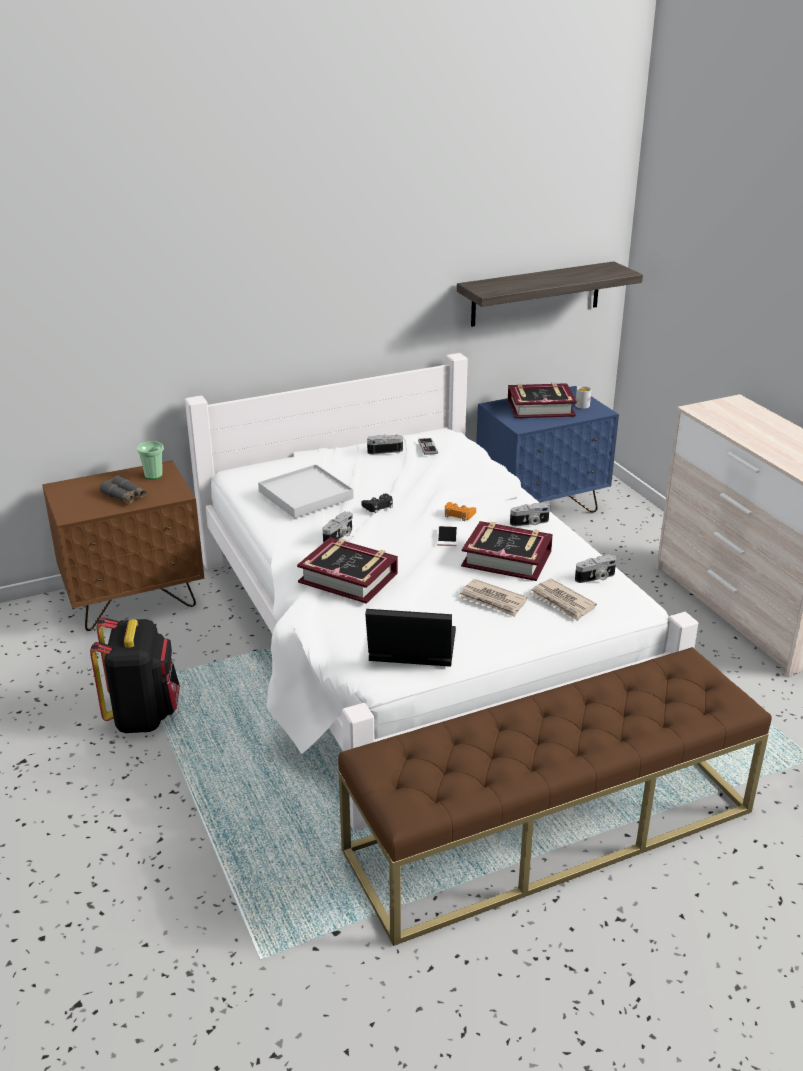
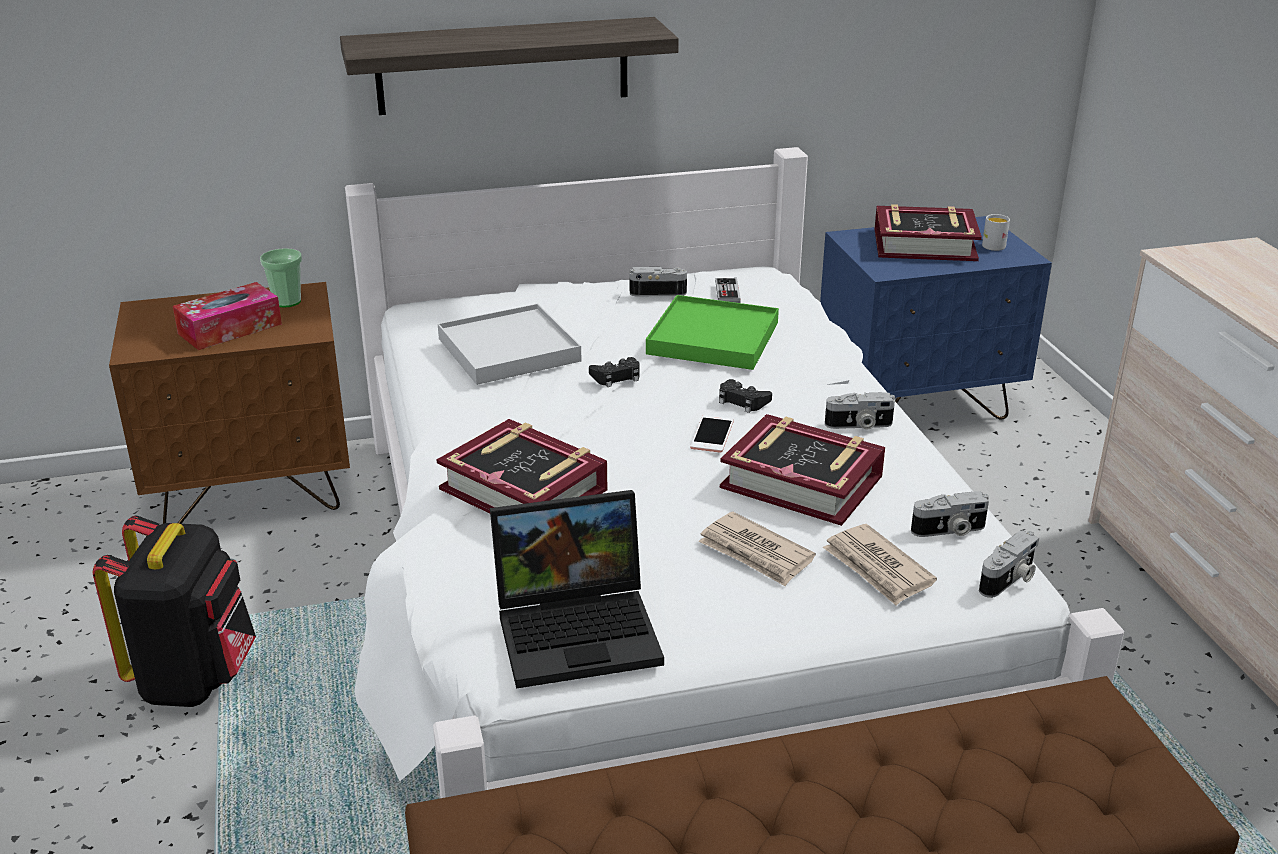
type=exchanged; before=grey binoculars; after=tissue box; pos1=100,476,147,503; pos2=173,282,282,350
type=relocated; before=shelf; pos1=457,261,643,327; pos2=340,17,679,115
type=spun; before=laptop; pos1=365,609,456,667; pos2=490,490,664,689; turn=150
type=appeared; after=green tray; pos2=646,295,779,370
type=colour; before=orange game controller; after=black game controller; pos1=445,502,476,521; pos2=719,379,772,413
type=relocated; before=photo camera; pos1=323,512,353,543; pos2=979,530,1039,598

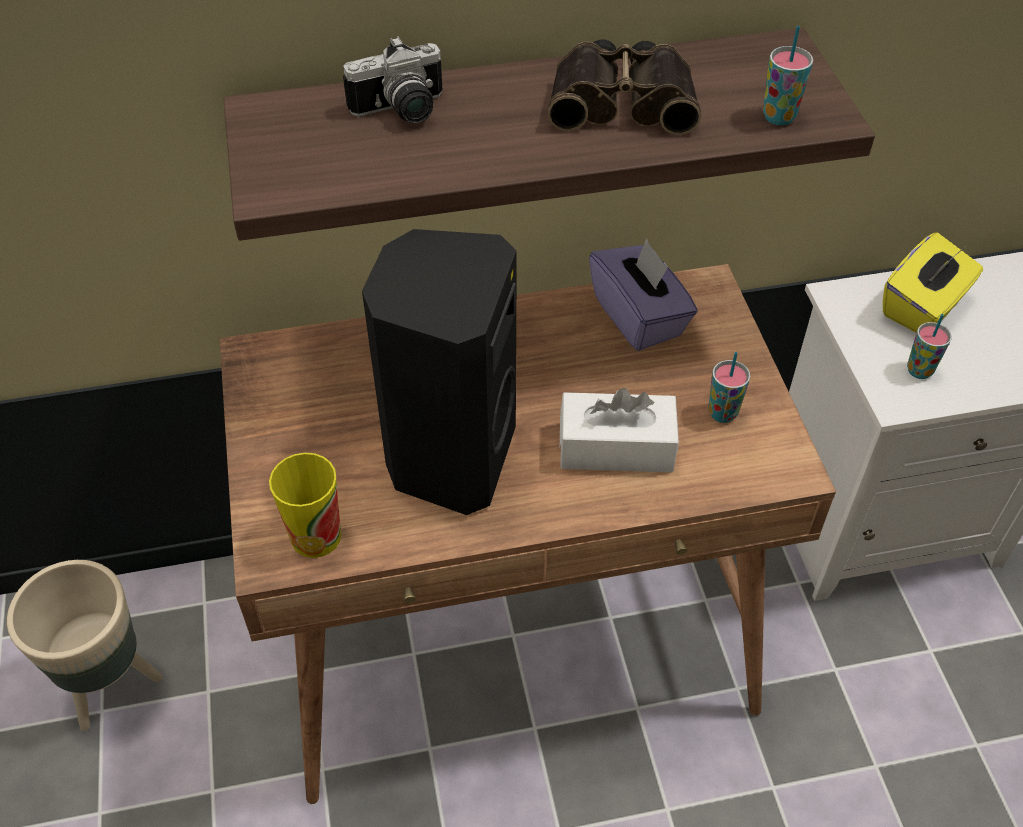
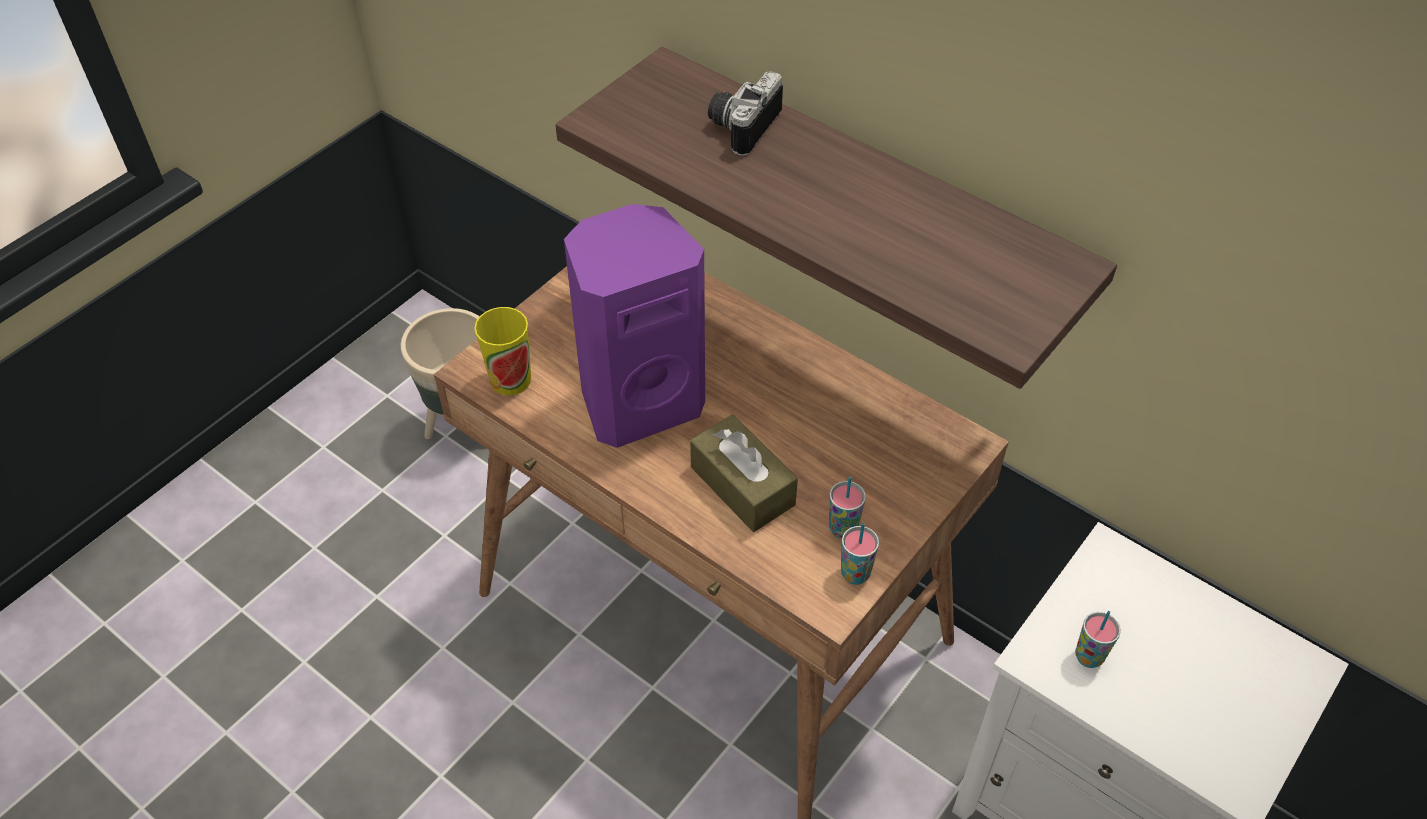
type=colour; before=black speaker; after=purple speaker; pos1=362,229,517,515; pos2=564,204,705,448
type=colour; before=white tissue box; after=brown tissue box; pos1=560,388,679,472; pos2=690,415,798,532
type=spun; before=photo camera; pos1=343,36,442,123; pos2=708,71,783,156; turn=90
type=relocated; before=cup; pos1=763,26,813,125; pos2=841,523,879,585
type=missing; before=binoculars; pos1=548,39,701,135
type=missing; before=purple tissue box; pos1=589,238,698,351
type=missing; before=yellow tissue box; pos1=883,232,983,333

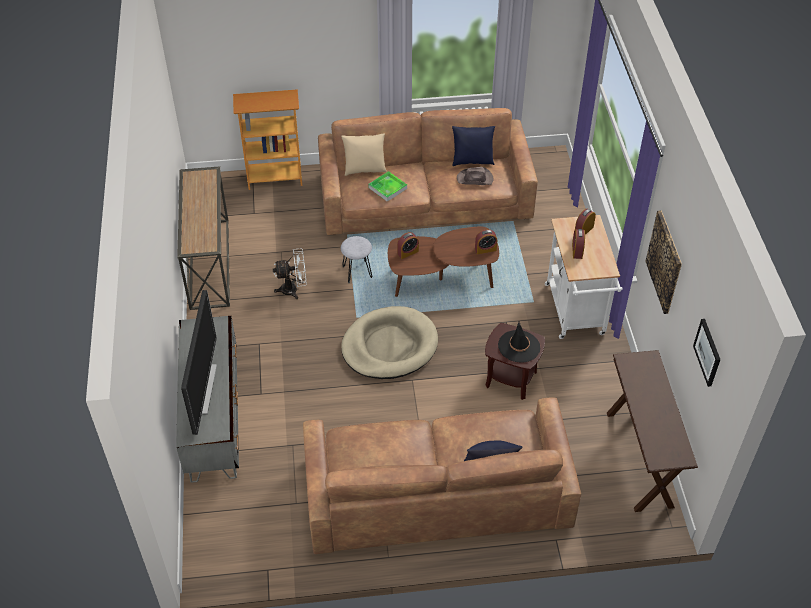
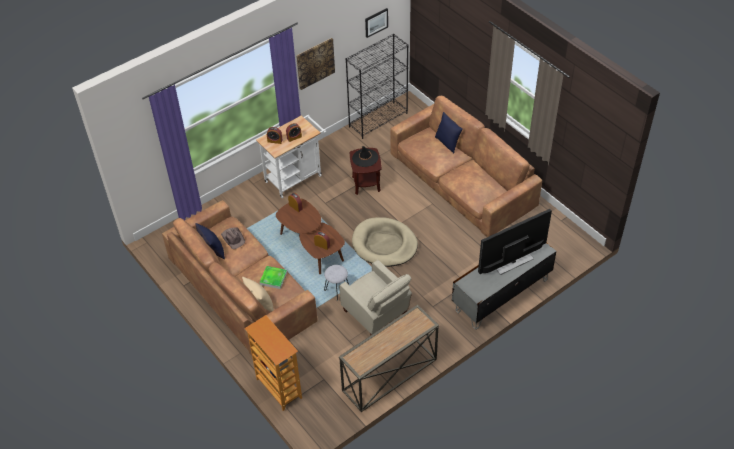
type=exchanged; before=white fan; after=beige armchair; pos1=273,249,307,299; pos2=339,260,412,335
type=exchanged; before=brown console table; after=black bookcase; pos1=607,350,698,512; pos2=345,34,408,139

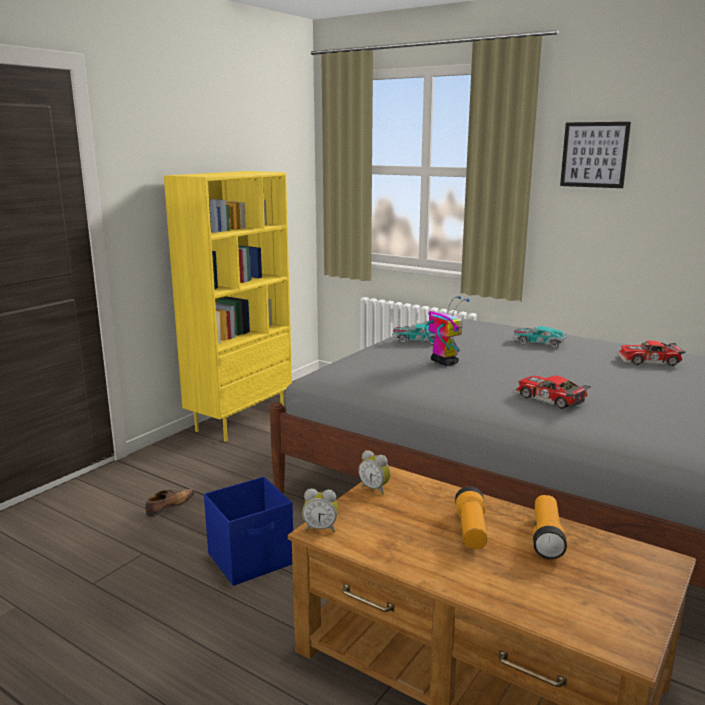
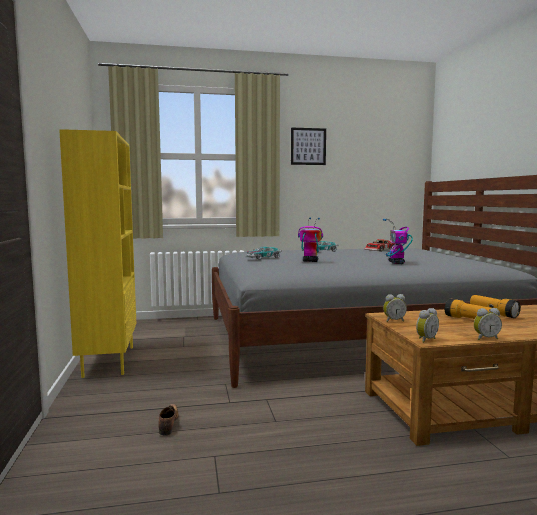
type=exchanged; before=toy car; after=toy robot; pos1=513,375,591,409; pos2=383,219,413,264
type=appeared; after=alarm clock; pos2=474,308,502,340
type=missing; before=blue storage box; pos1=204,477,293,586

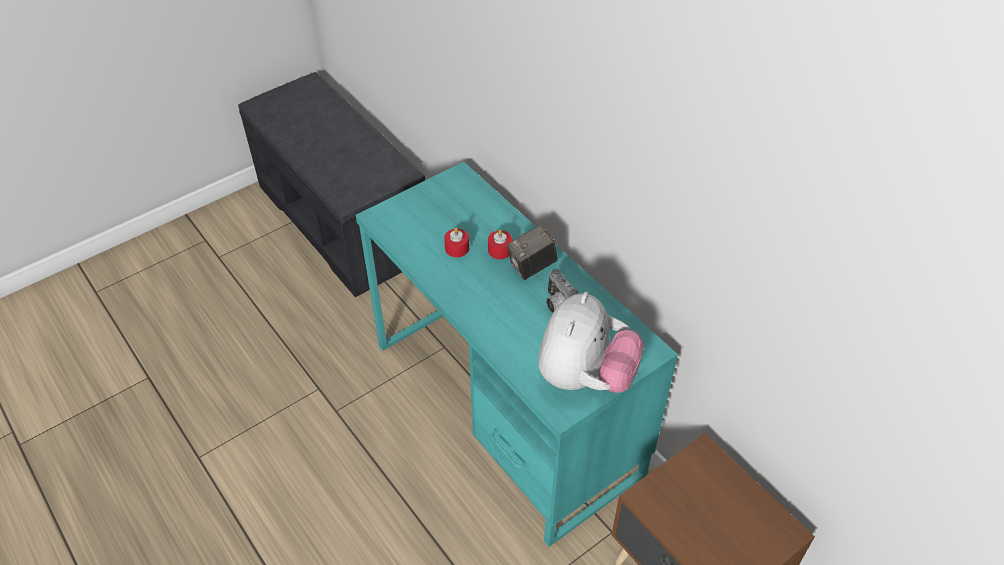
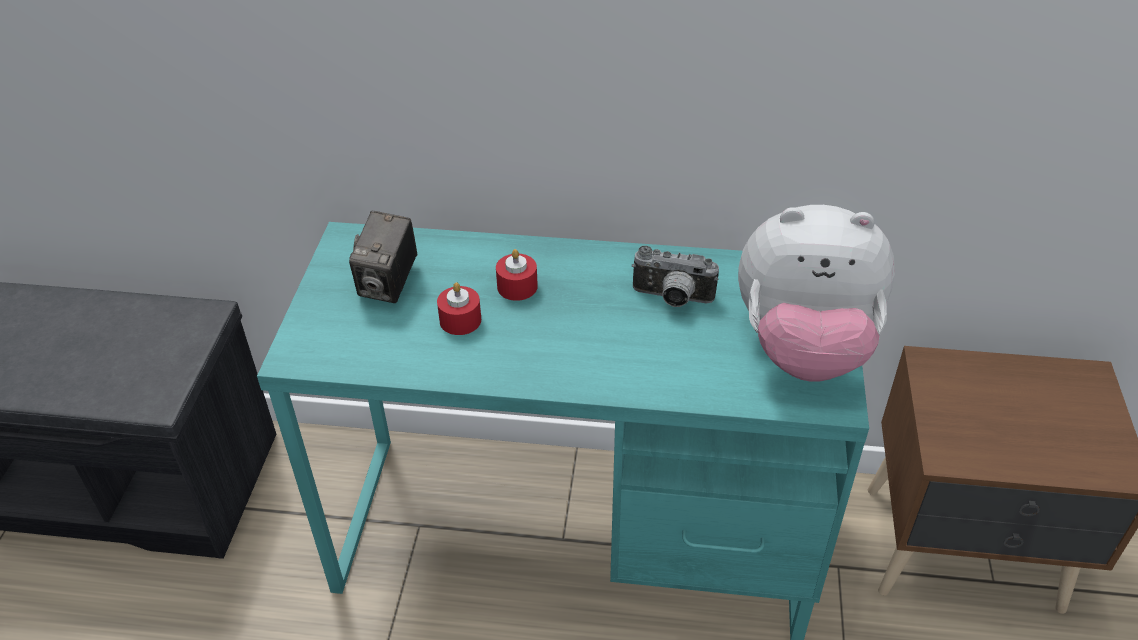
type=relocated; before=photo camera; pos1=507,225,558,280; pos2=349,211,417,303
type=spun; before=plush toy; pos1=538,292,644,393; pos2=738,205,895,382; turn=120

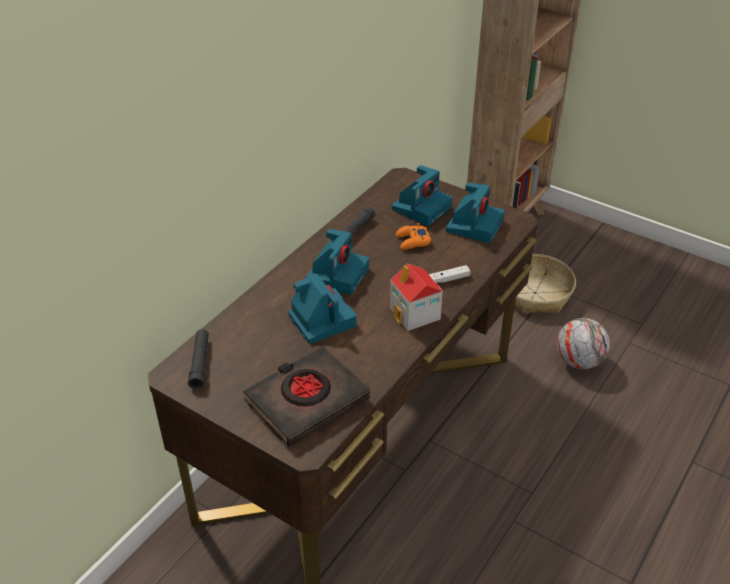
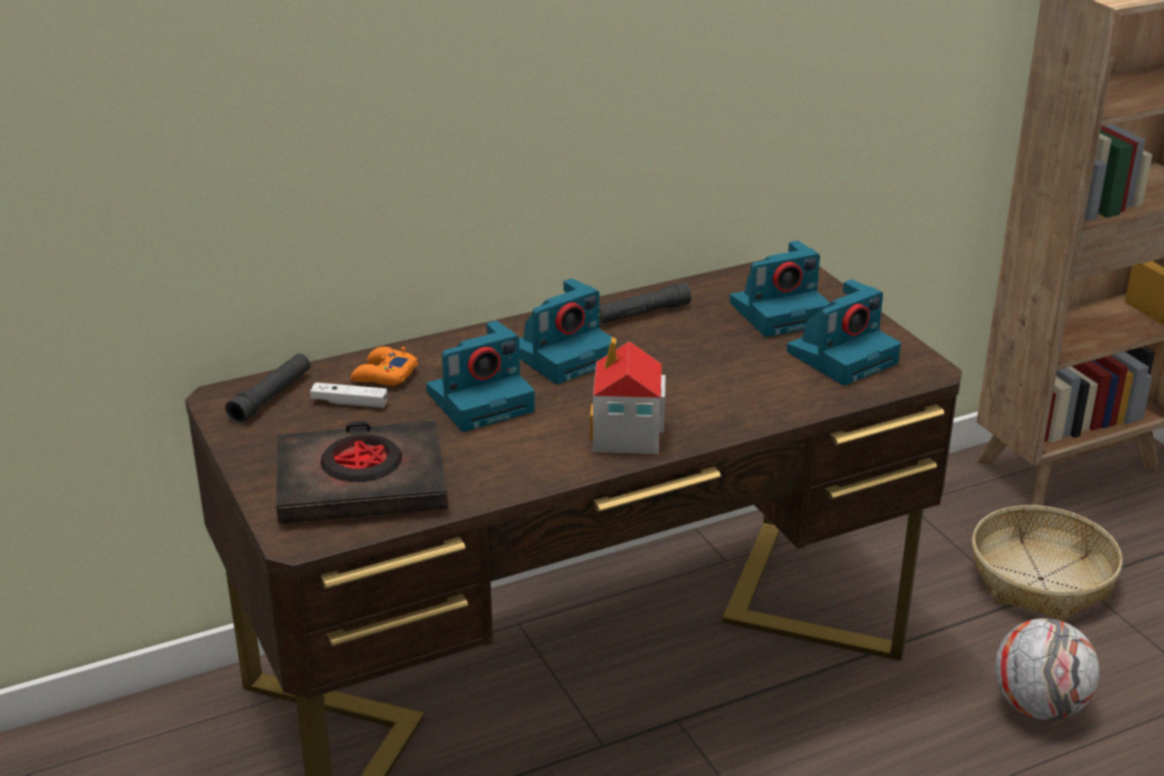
type=relocated; before=white game controller; pos1=428,265,471,283; pos2=310,382,387,408
type=relocated; before=orange game controller; pos1=396,223,431,250; pos2=351,347,418,386
type=spun; before=photo camera; pos1=289,274,357,344; pos2=426,320,535,432; turn=60

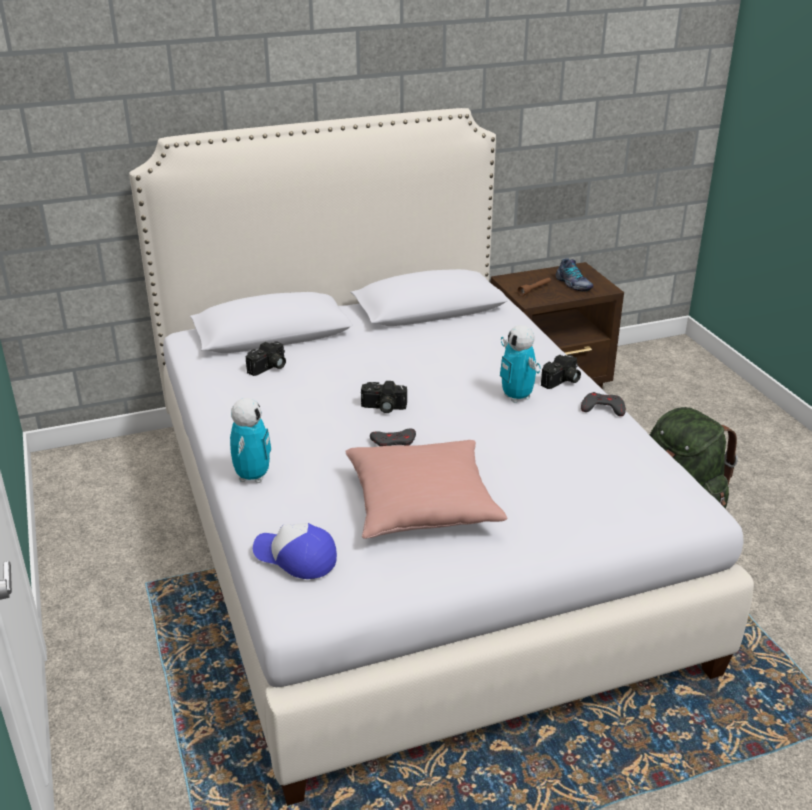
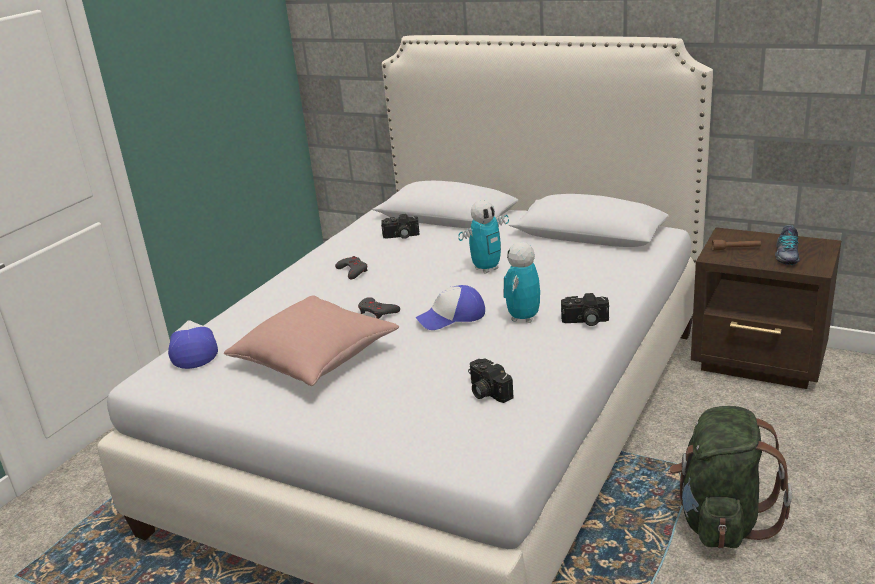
type=relocated; before=grey game controller; pos1=581,392,626,416; pos2=335,256,368,279
type=appeared; after=cap; pos2=416,285,485,330
type=relocated; before=toy robot; pos1=230,398,271,483; pos2=459,200,509,274
type=relocated; before=photo camera; pos1=361,381,407,413; pos2=468,359,514,403

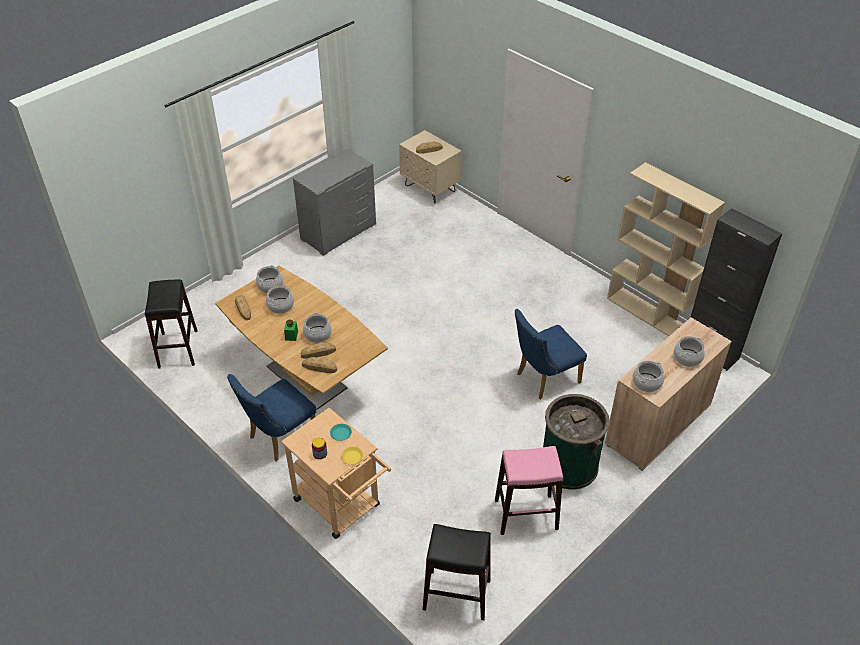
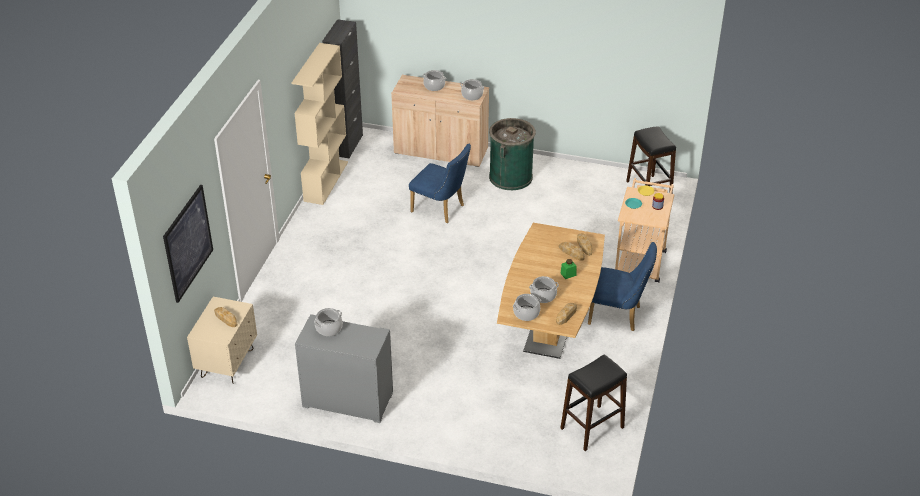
type=appeared; after=picture; pos2=163,185,213,303
type=relocated; before=cooking pot; pos1=303,313,332,343; pos2=314,308,343,336
type=missing; before=pink stool; pos1=495,446,563,535

